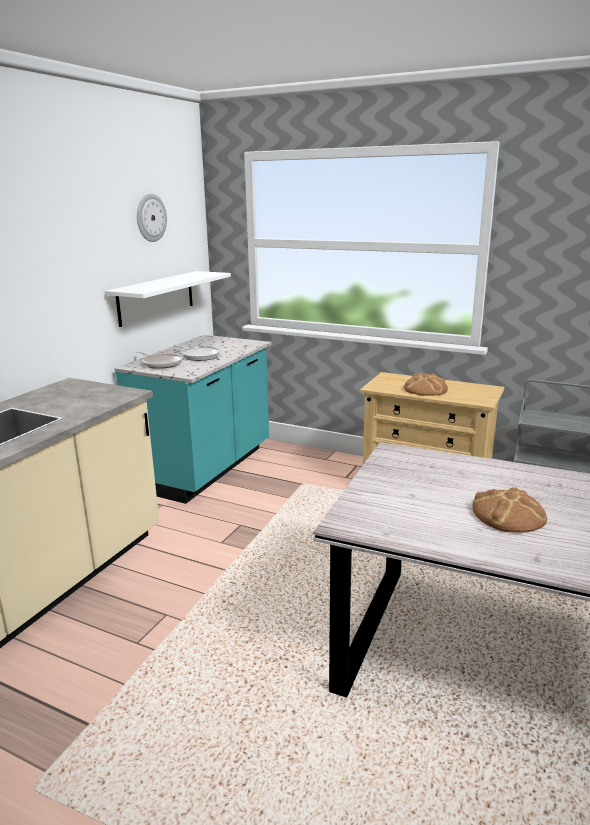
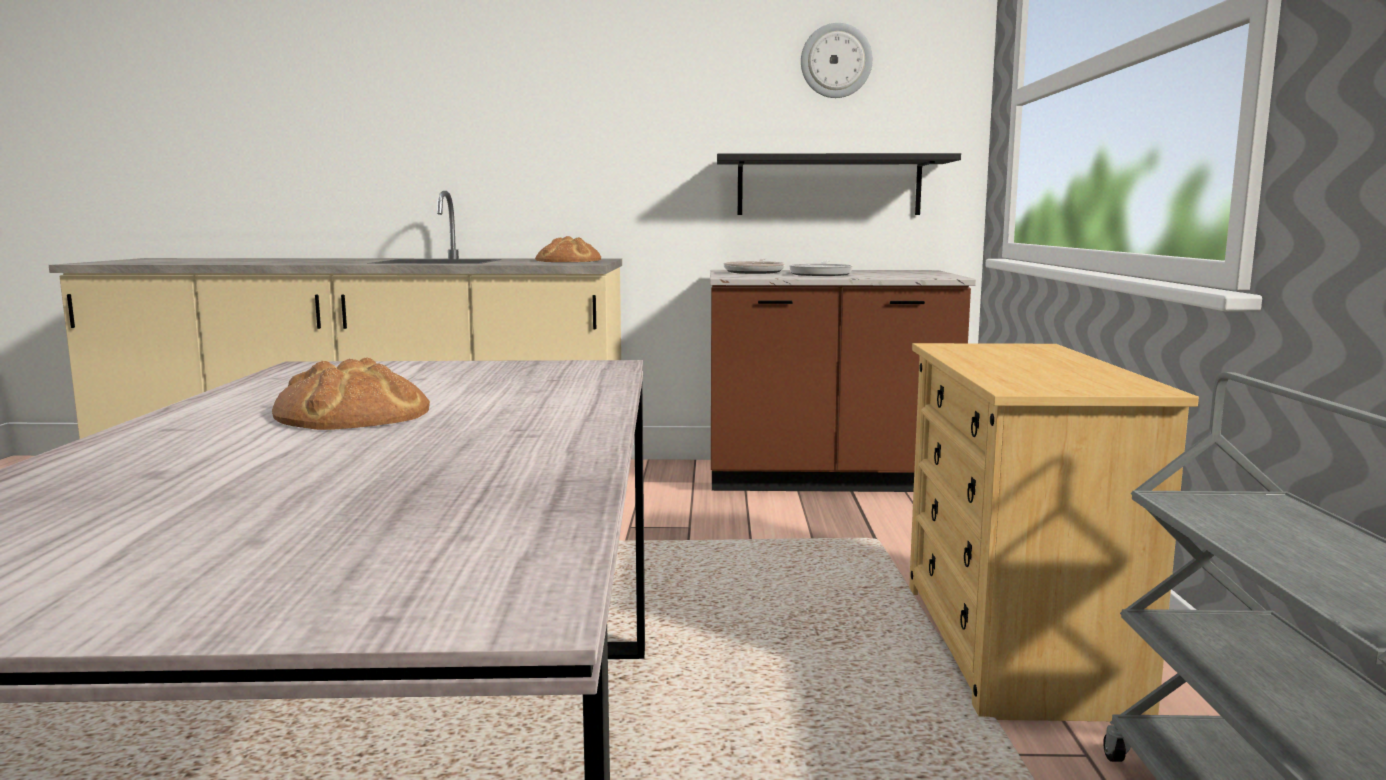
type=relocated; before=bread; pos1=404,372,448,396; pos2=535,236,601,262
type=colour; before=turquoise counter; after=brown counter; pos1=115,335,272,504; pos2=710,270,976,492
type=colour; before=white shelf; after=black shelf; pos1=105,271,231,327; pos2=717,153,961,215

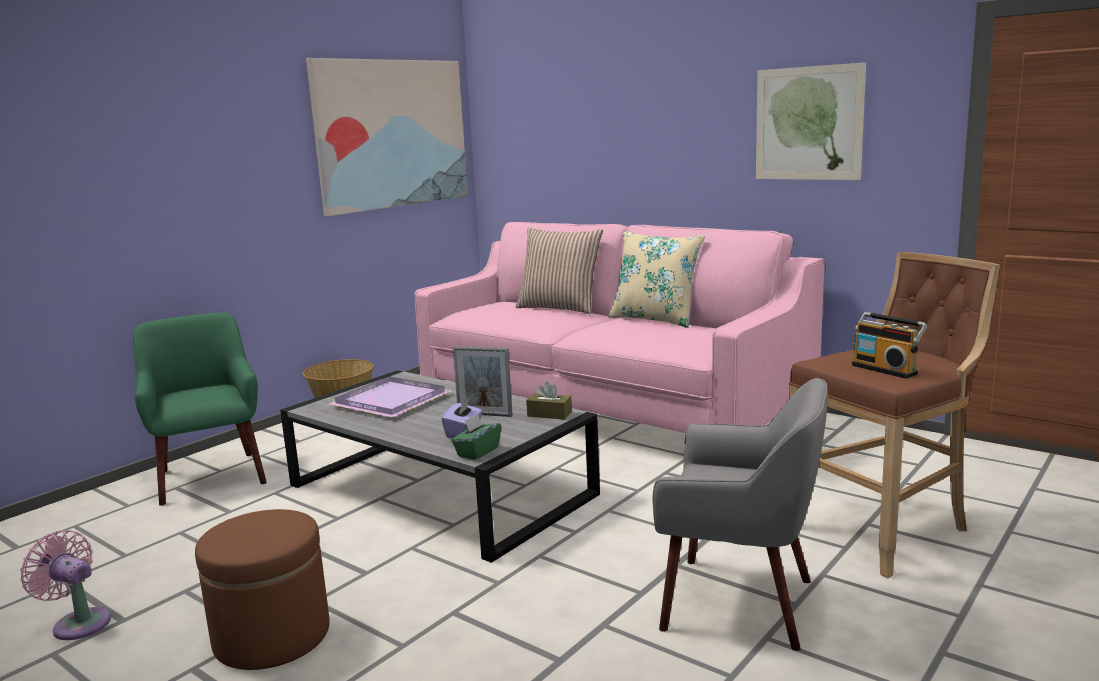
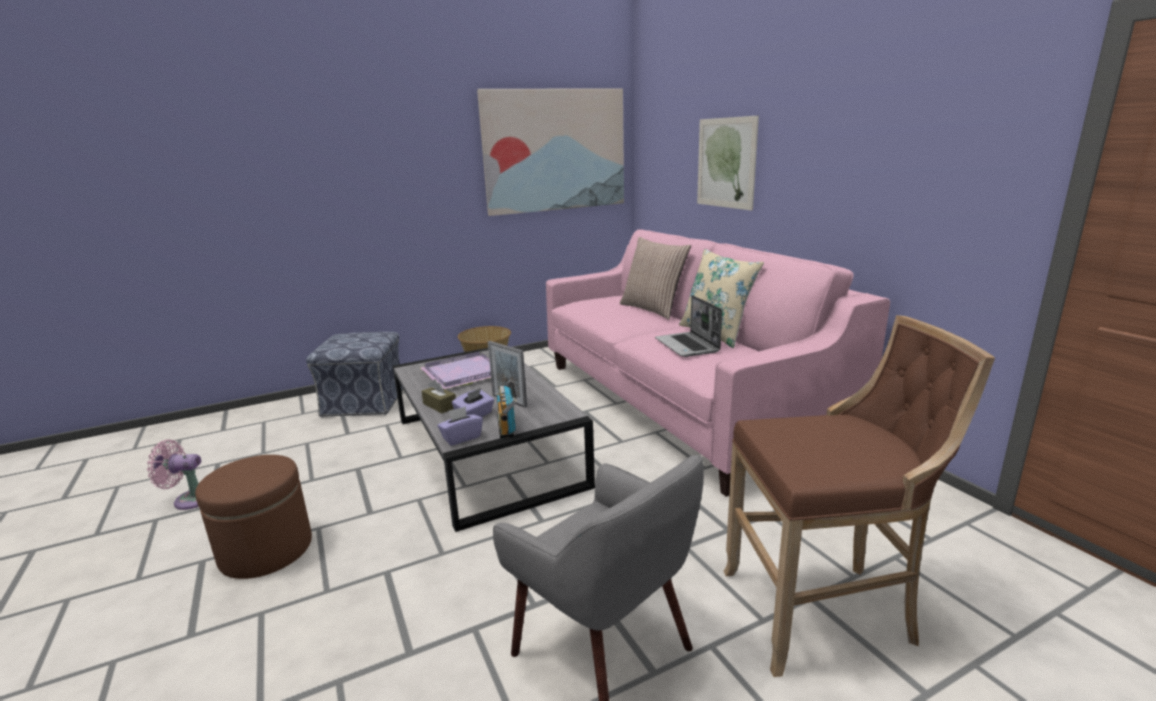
type=spun; before=pink fan; pos1=20,530,111,640; pos2=147,440,201,510; turn=-60
type=exchanged; before=green armchair; after=ottoman; pos1=133,312,267,506; pos2=306,332,403,417
type=relocated; before=brown tissue box; pos1=526,382,572,420; pos2=421,379,456,413
type=colour; before=green tissue box; after=purple tissue box; pos1=451,414,501,460; pos2=437,407,483,446
type=relocated; before=radio; pos1=852,312,927,379; pos2=497,380,517,438
type=appeared; after=laptop; pos2=655,295,722,357
type=relocated; before=picture; pos1=756,62,866,180; pos2=697,116,759,211

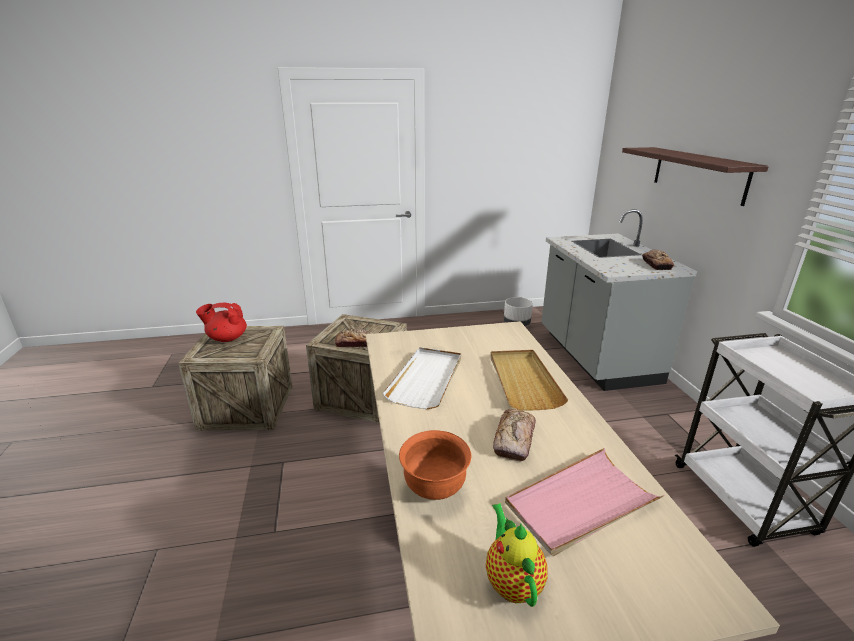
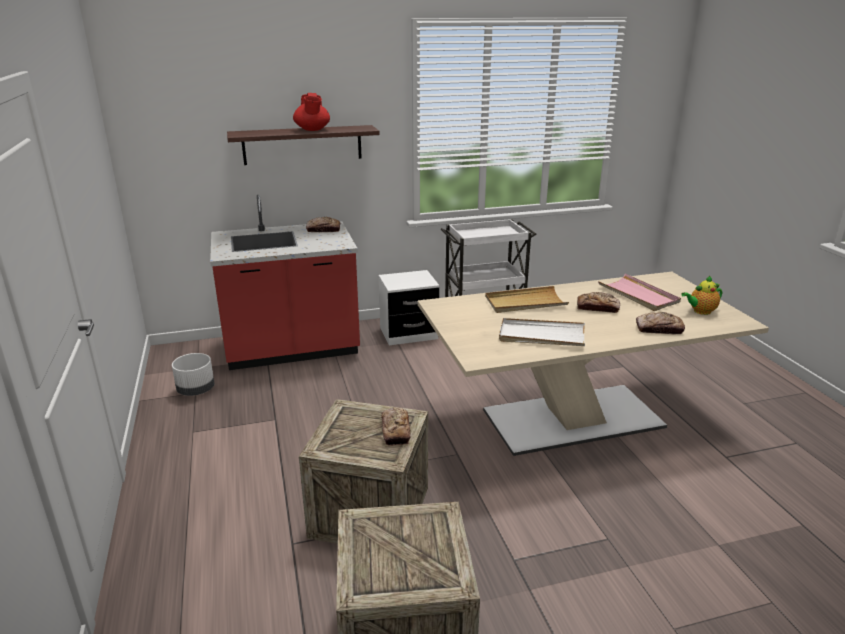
type=colour; before=grey counter; after=red counter; pos1=541,209,697,391; pos2=210,195,360,370
type=relocated; before=red teapot; pos1=196,303,247,342; pos2=293,93,330,131
type=appeared; after=white nightstand; pos2=379,270,439,345
type=exchanged; before=orange bowl; after=bread; pos1=399,430,471,500; pos2=636,312,685,335

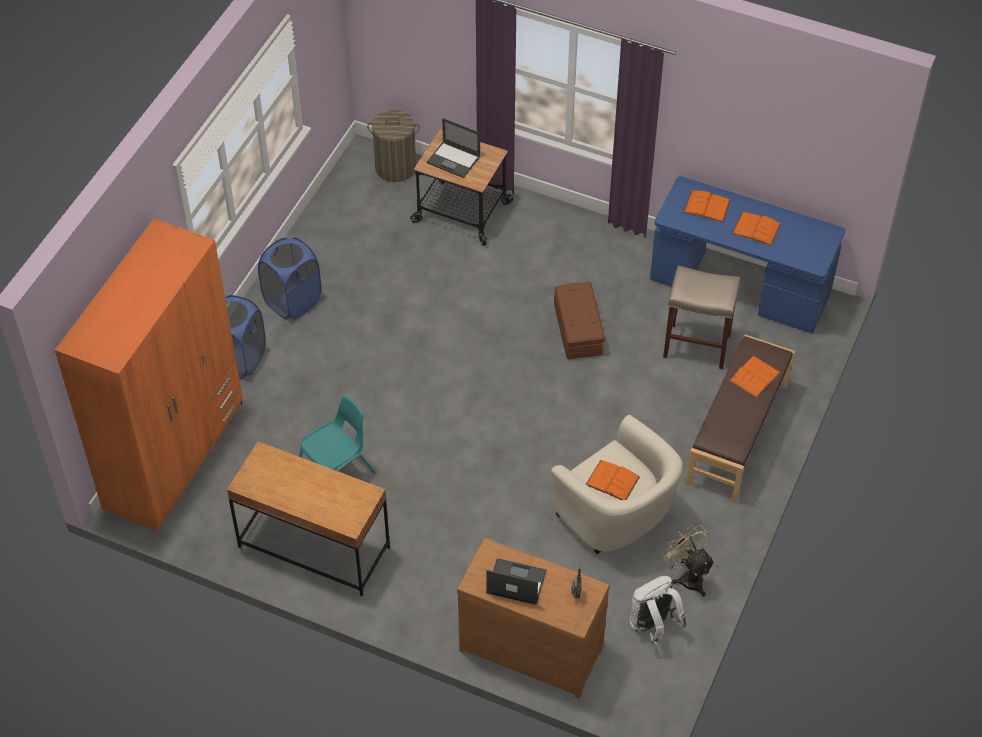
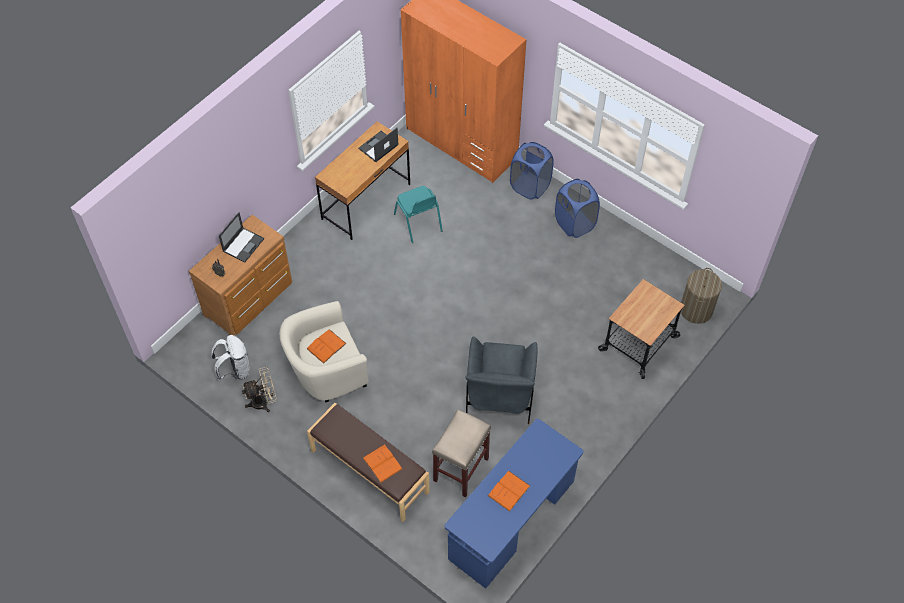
type=relocated; before=laptop; pos1=427,118,481,178; pos2=358,128,399,162
type=exchanged; before=brown storage box; after=grey armchair; pos1=554,282,605,359; pos2=465,336,538,424
type=missing; before=orange book; pos1=684,190,731,222

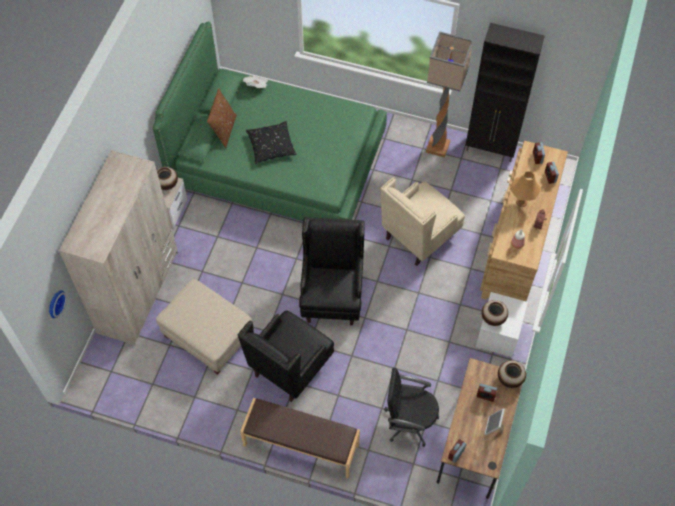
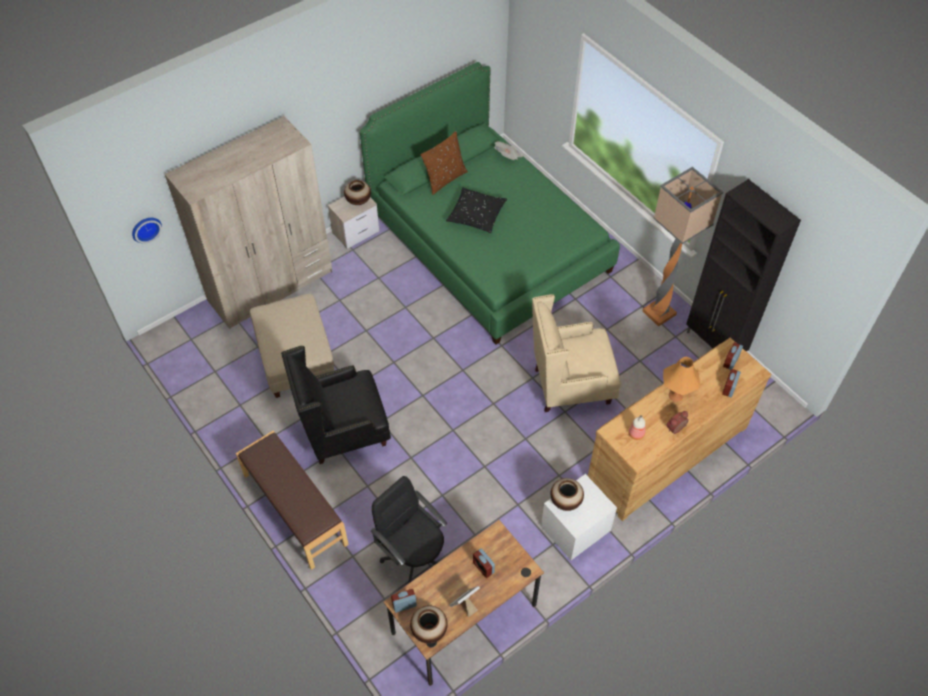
type=relocated; before=vase; pos1=498,360,526,388; pos2=410,605,448,644
type=missing; before=black armchair; pos1=299,217,365,325

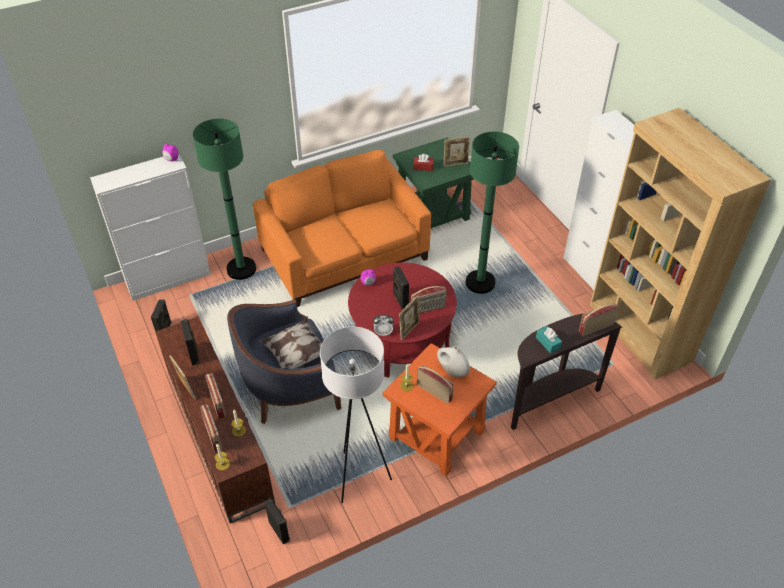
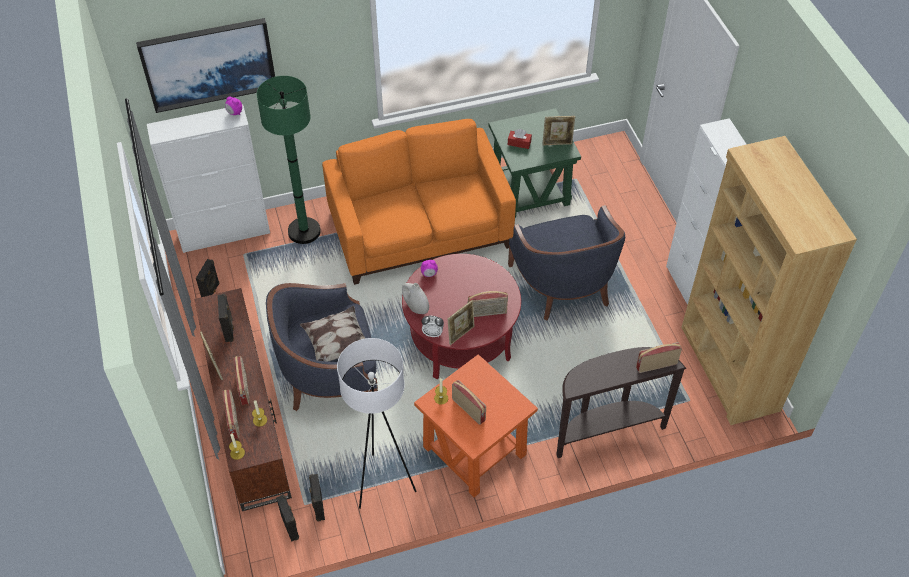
type=appeared; after=picture; pos2=136,18,275,113
type=relocated; before=black speaker; pos1=393,266,409,310; pos2=309,474,325,522
type=relocated; before=white vase; pos1=437,346,470,377; pos2=402,283,429,314
type=exchanged; before=green floor lamp; after=blue armchair; pos1=466,132,519,294; pos2=508,205,625,321
type=missing; before=turquoise tissue box; pos1=536,326,562,353

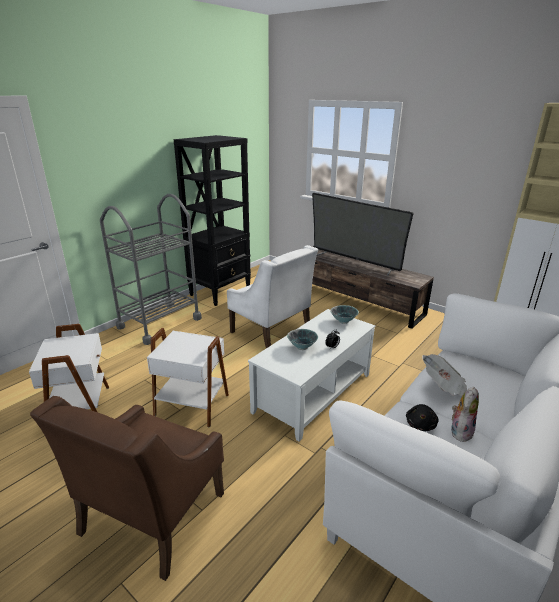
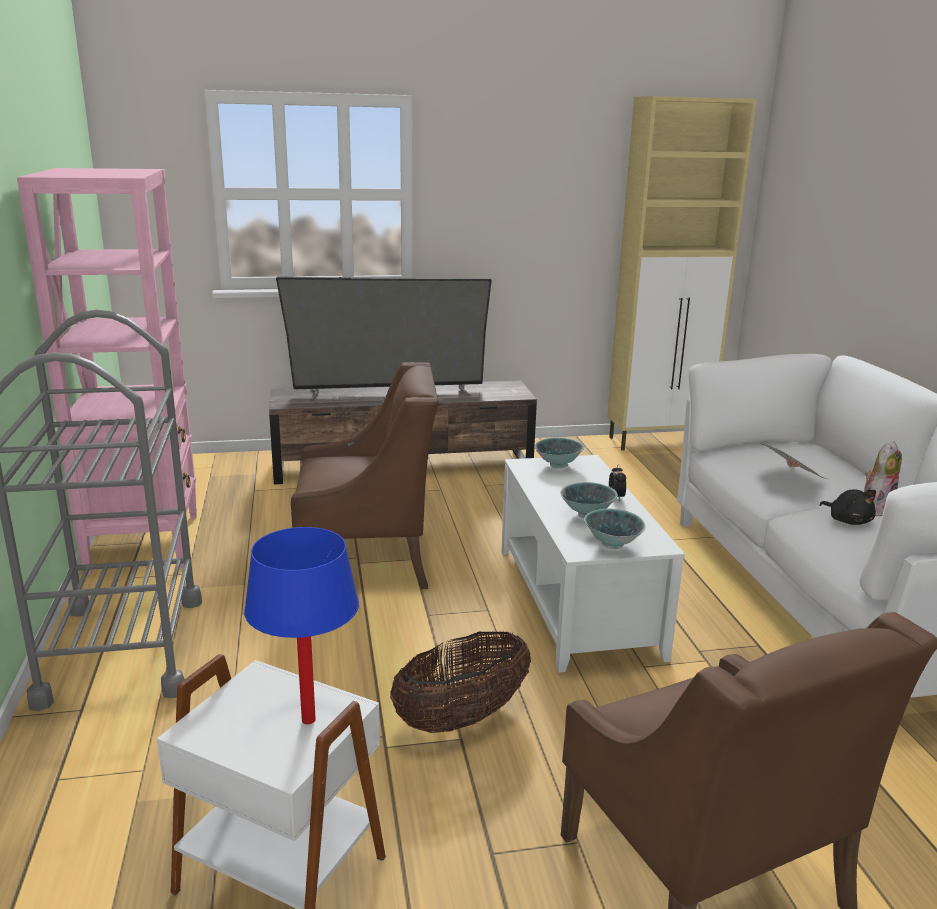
type=colour; before=black bookcase; after=pink bookcase; pos1=173,135,251,306; pos2=17,168,197,575
type=appeared; after=blue table lamp; pos2=244,527,359,724
type=colour; before=white armchair; after=brown armchair; pos1=227,245,318,348; pos2=291,362,439,589
type=exchanged; before=white side table; after=basket; pos1=147,328,229,427; pos2=390,631,531,733
type=appeared; after=bowl; pos2=584,509,646,549
type=spun; before=plush toy; pos1=451,386,479,442; pos2=864,441,902,516; turn=60

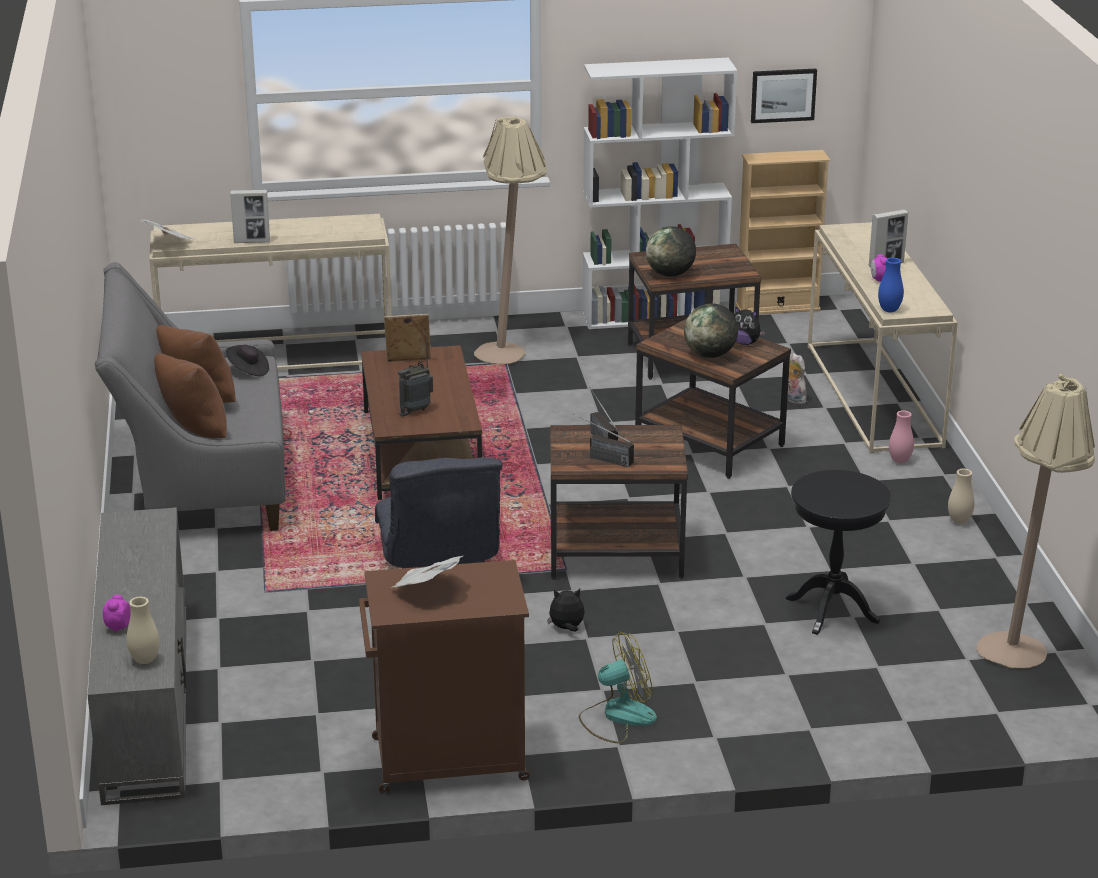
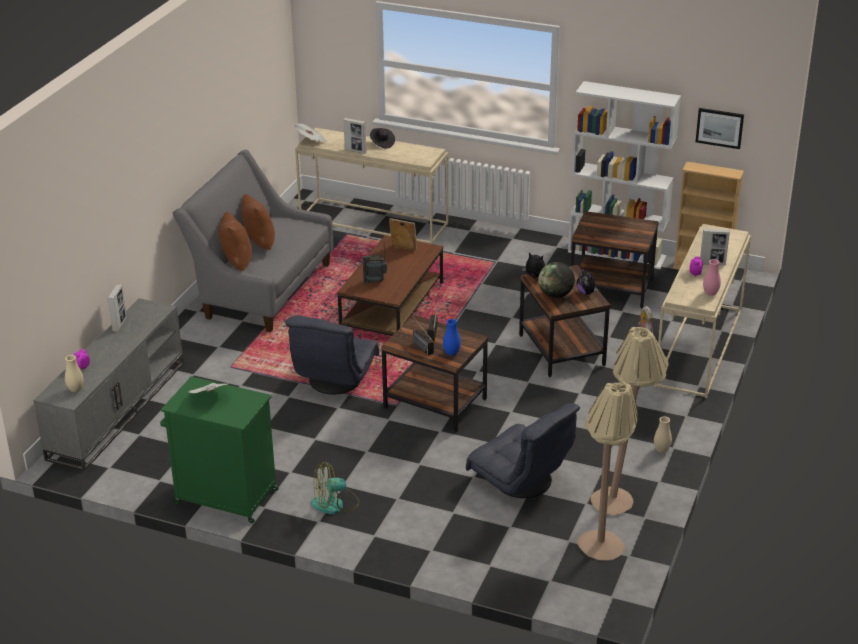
type=appeared; after=picture frame; pos2=107,284,127,332
type=colour; before=brown cabinet; after=green cabinet; pos1=359,560,530,793; pos2=160,376,279,523
type=spun; before=fan; pos1=579,632,657,743; pos2=311,462,359,514; turn=150
type=relocated; before=black hat; pos1=226,345,269,376; pos2=370,128,395,149
type=relocated; before=blue vase; pos1=878,258,904,312; pos2=443,319,461,356
type=exchanged; before=black side table; after=grey armchair; pos1=786,470,891,635; pos2=466,403,580,498
type=relocated; before=plush toy; pos1=547,589,585,632; pos2=522,252,545,279
type=relocated; before=beige floor lamp; pos1=474,117,547,364; pos2=591,327,669,515
type=relocated; before=pink vase; pos1=889,410,914,463; pos2=703,259,721,296
type=missing; before=globe; pos1=646,226,696,277

